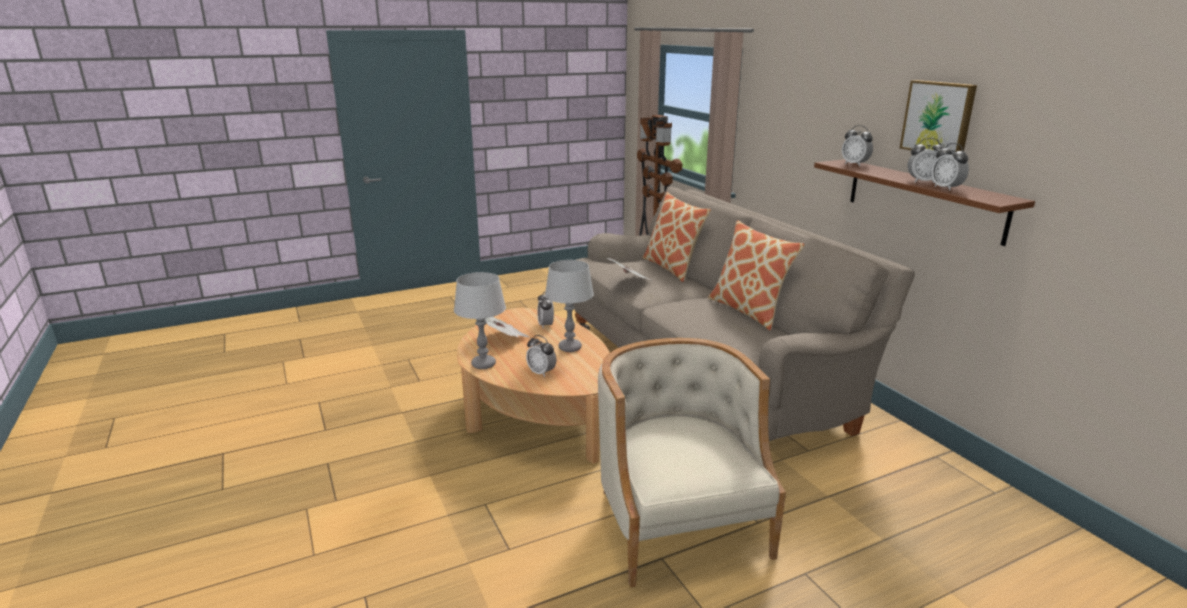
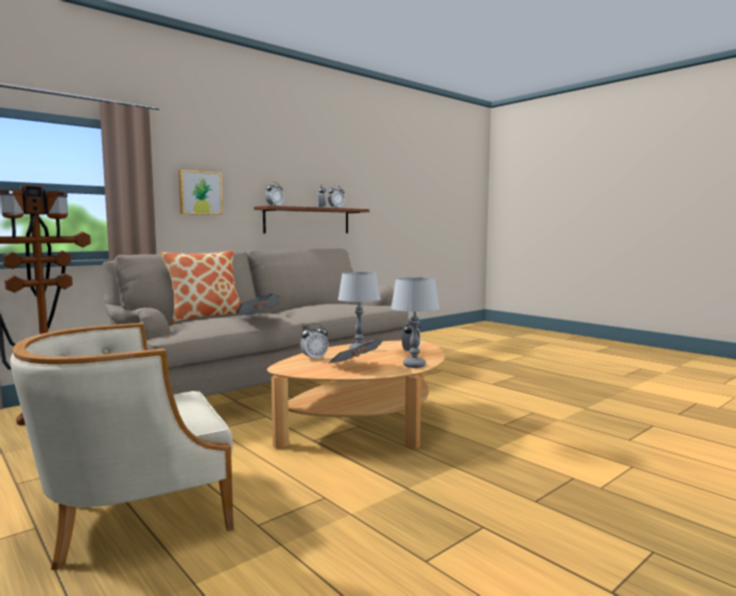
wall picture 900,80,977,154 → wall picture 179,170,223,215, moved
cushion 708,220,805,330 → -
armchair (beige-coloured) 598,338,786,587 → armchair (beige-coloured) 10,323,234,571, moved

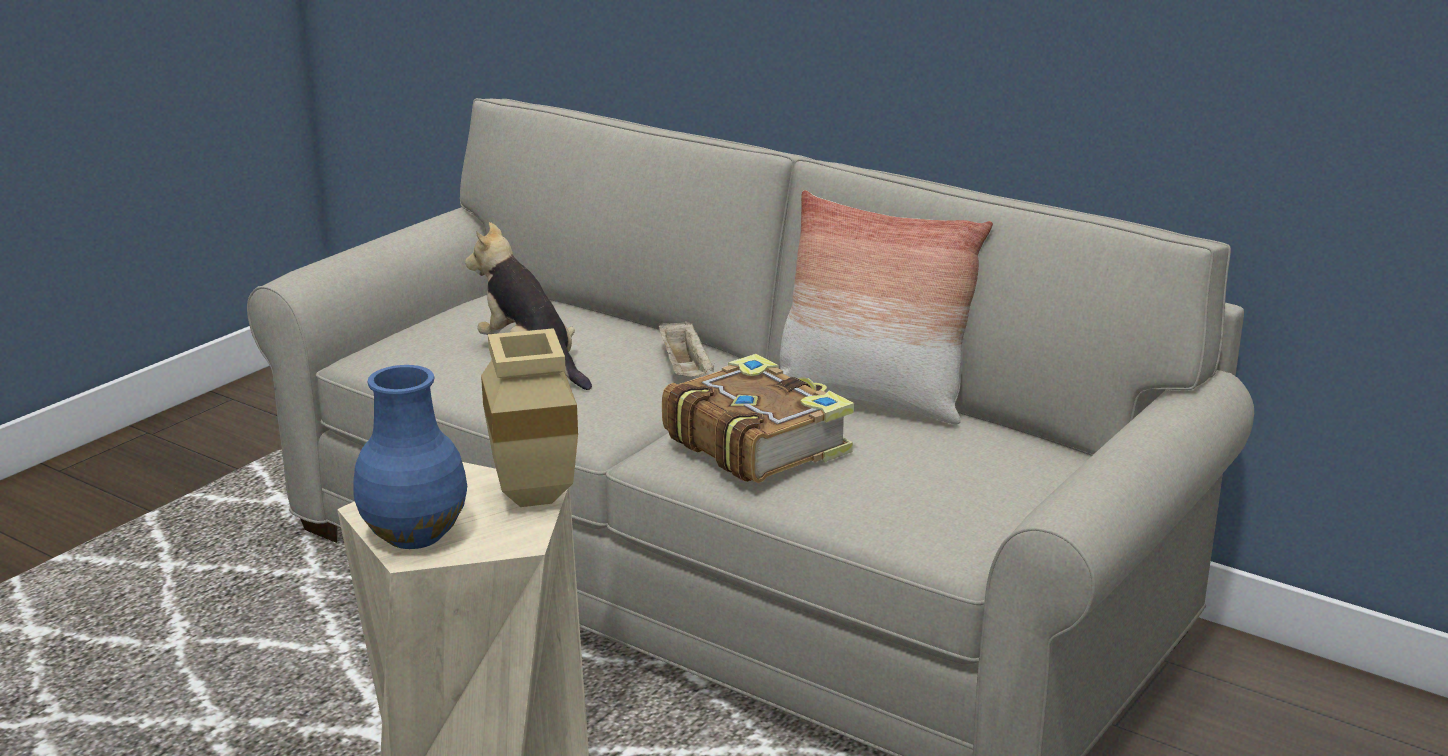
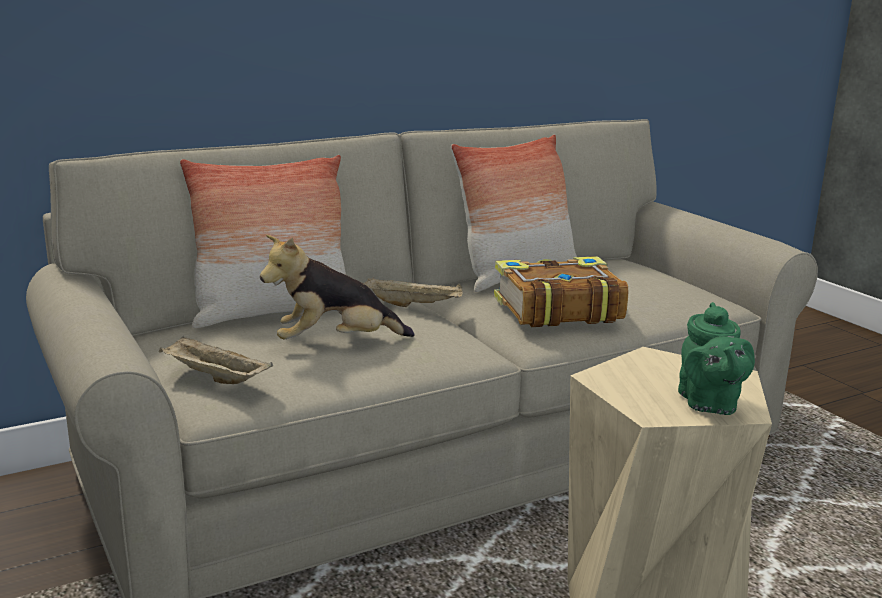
vase (beige-coloured) 481,328,578,507 → -
vase (blue) 353,365,467,549 → teapot (greenish) 678,302,755,415
- → cushion 180,155,346,328
- → tray (beige-coloured) 159,336,273,384

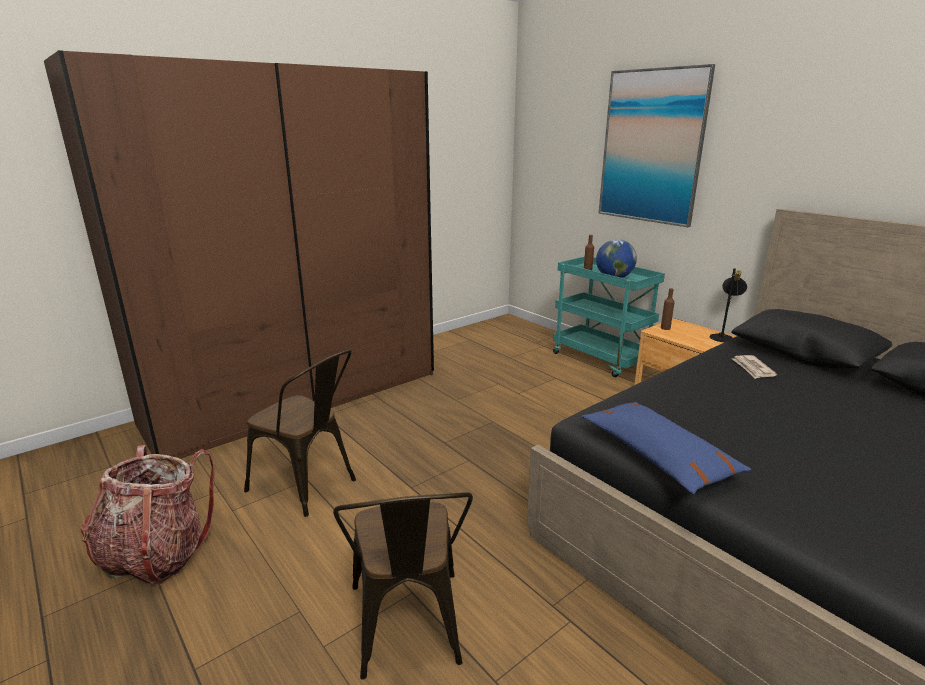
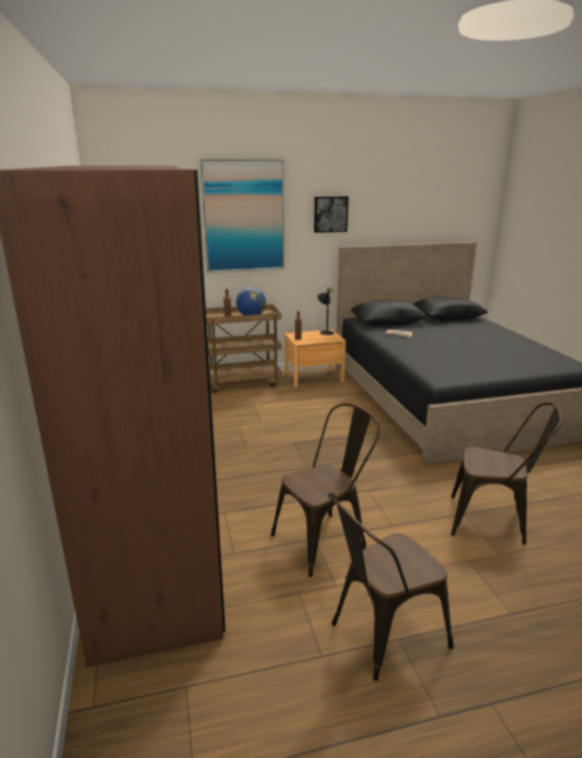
trolley (turquoise) 553,256,665,377 → trolley (brown) 206,304,282,393
cushion (blue) 582,402,752,494 → -
rucksack 80,445,214,585 → upright chair (brown) 328,493,454,681
- → wall picture 314,196,348,233

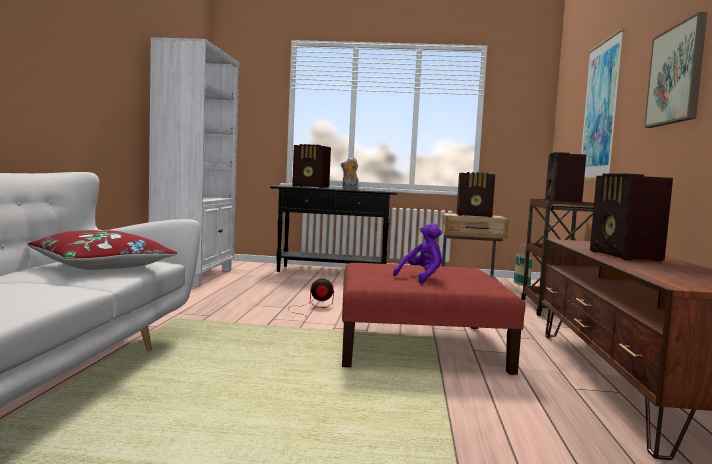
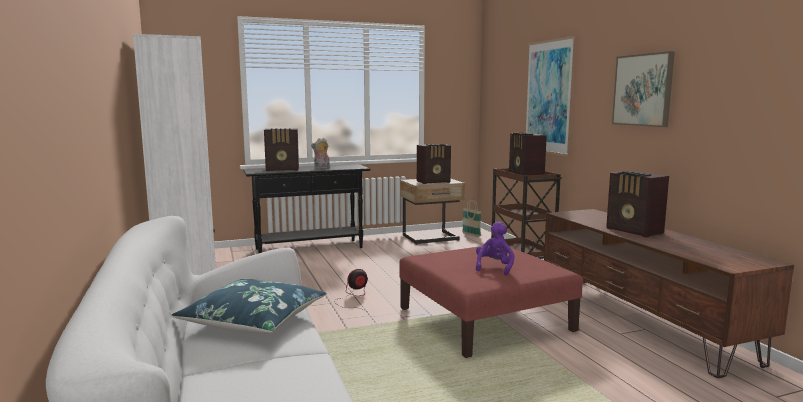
cushion (reddish) 27,230,177,270 → cushion (blue) 172,279,327,334

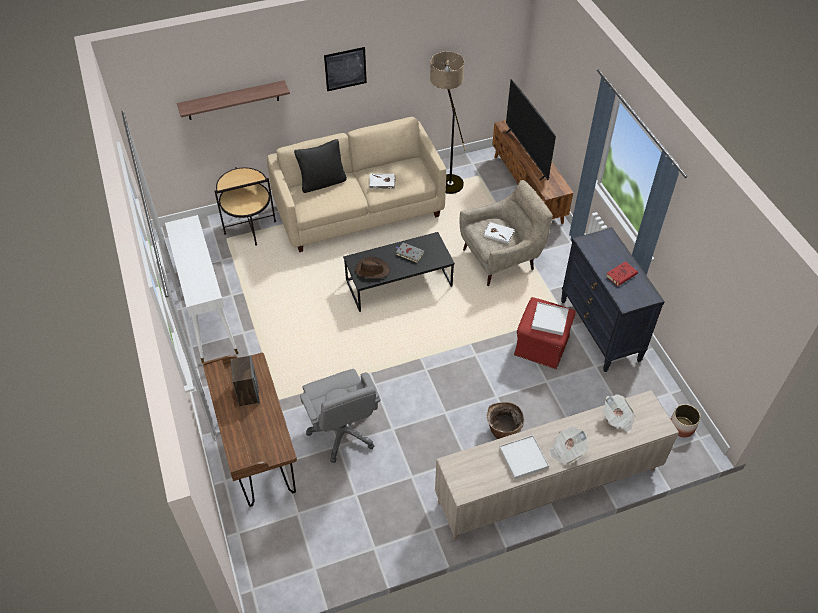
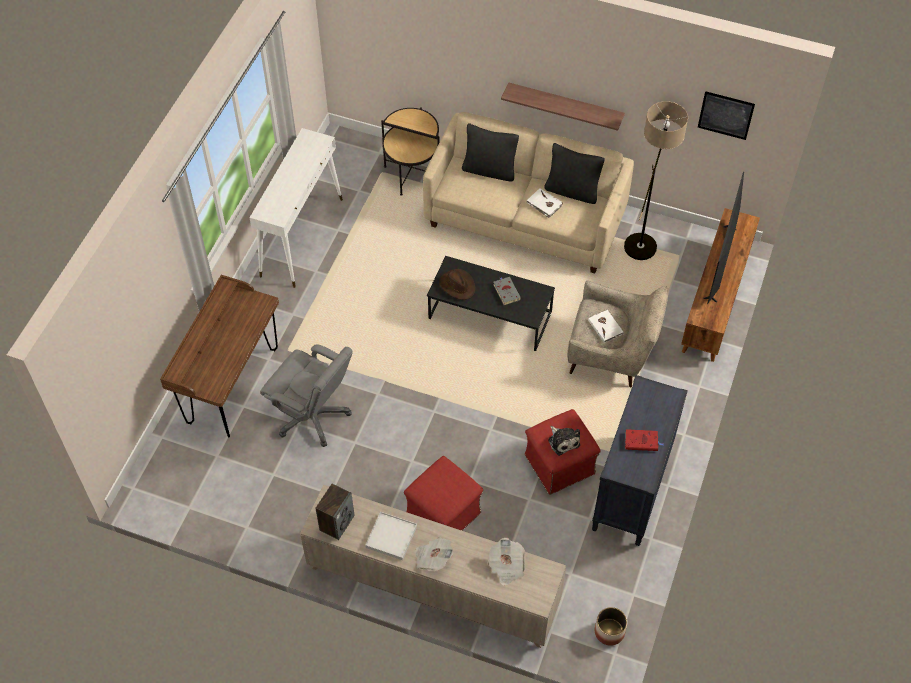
wall picture 324,47,367,91 → wall picture 698,91,755,140, moved
wall shelf 177,80,290,120 → wall shelf 501,82,625,131, moved
tray (whitish) 531,302,569,336 → cuddly toy 548,426,580,456
audio speaker 230,355,260,406 → audio speaker 316,484,354,540, moved
office chair (greyish) 300,369,381,463 → office chair (greyish) 260,344,353,447, 75 degrees counterclockwise
household basket 487,402,524,439 → footrest (reddish) 404,456,483,531
- → cushion (black) 544,143,605,204

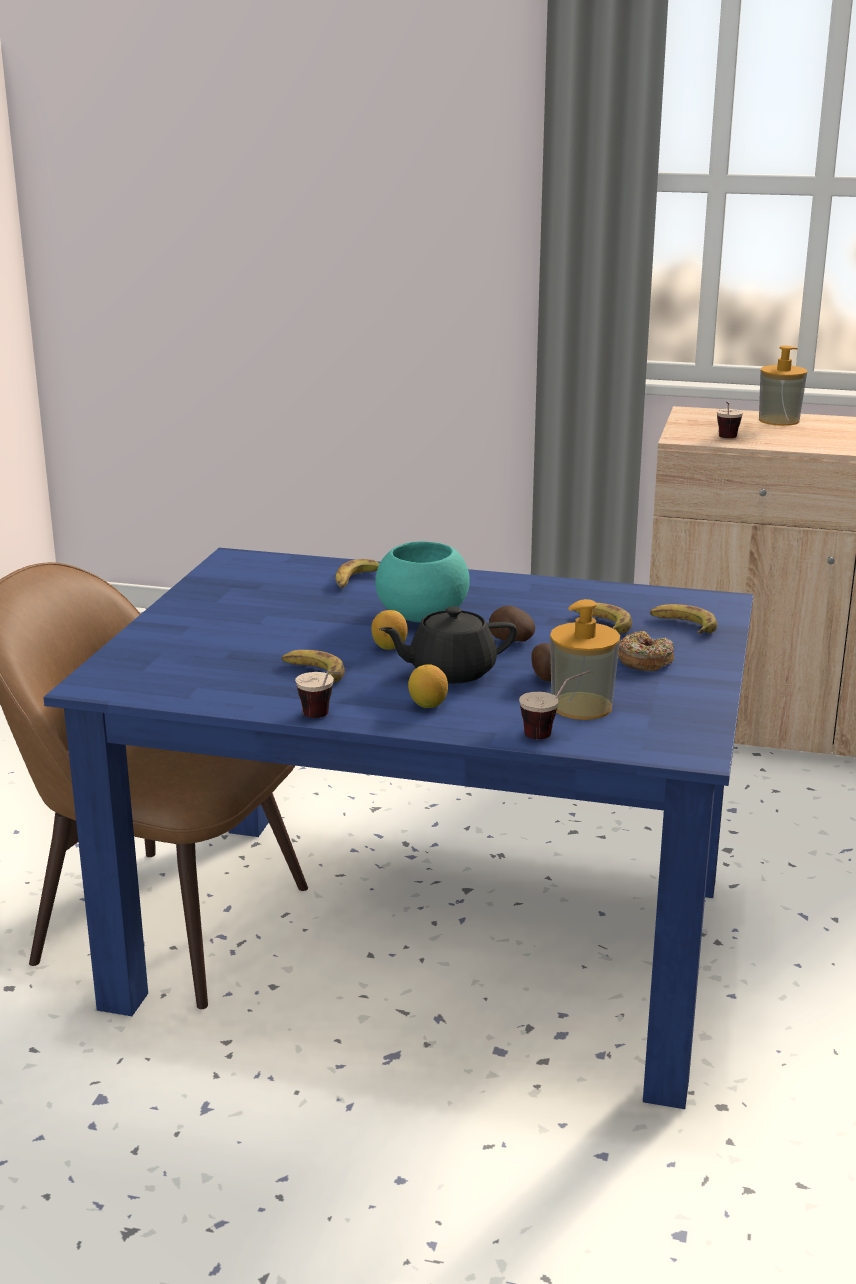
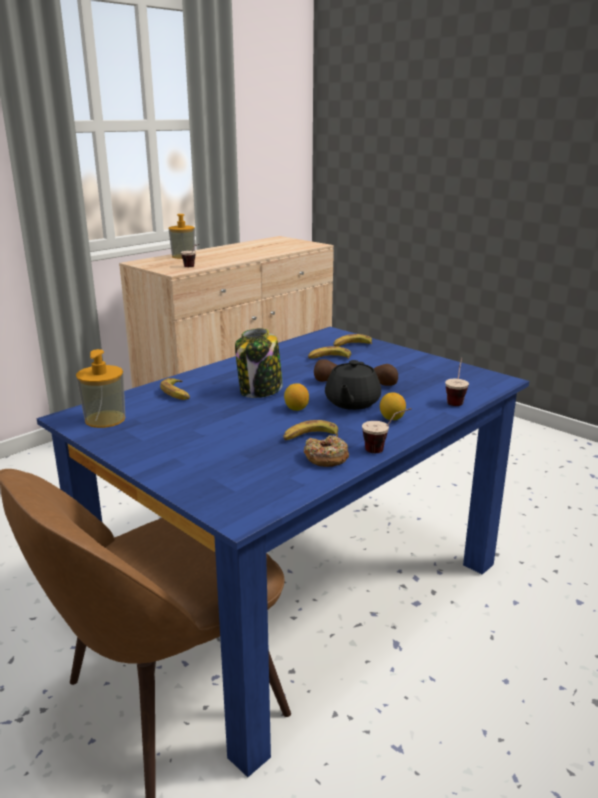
serving bowl (turquoise) 375,541,470,623 → storage jar 235,328,283,398
soap bottle 550,599,620,720 → soap bottle 76,349,125,428, moved
doughnut 618,631,674,671 → doughnut 304,435,349,467, moved

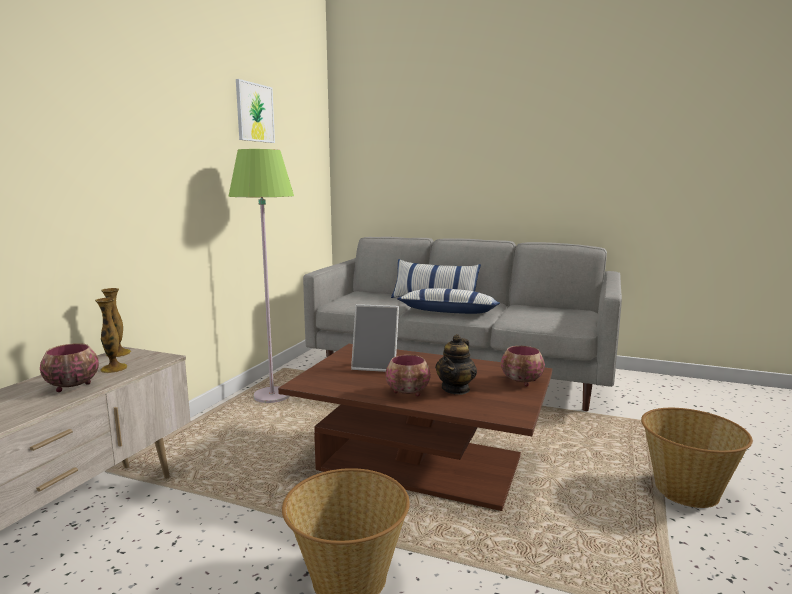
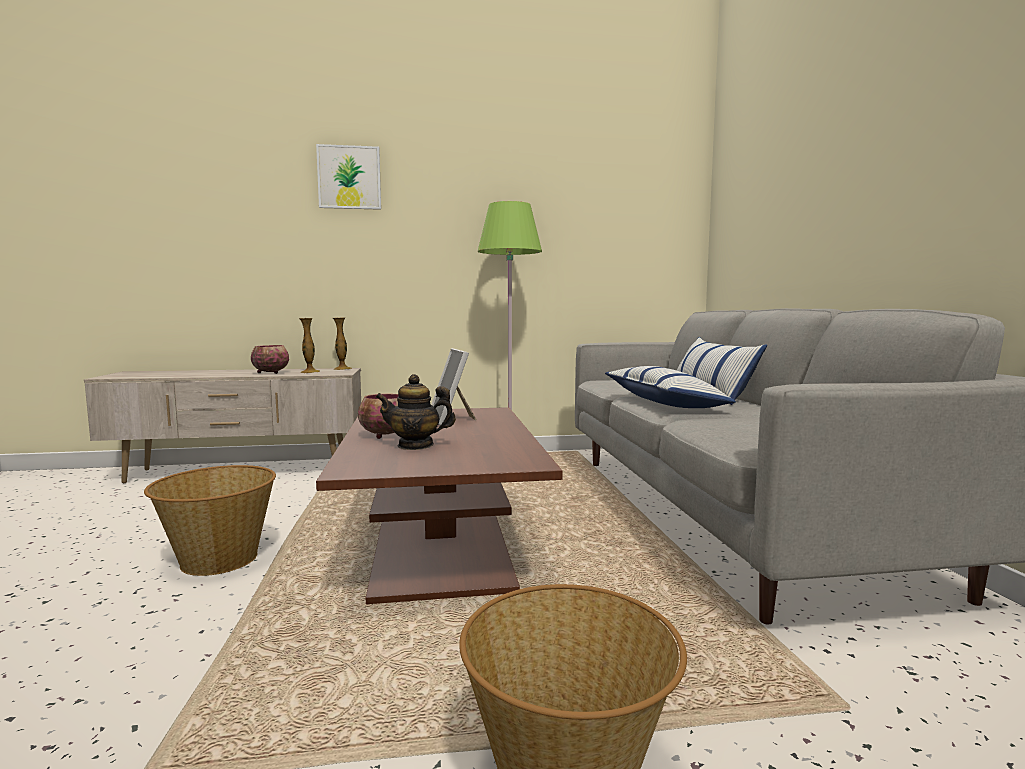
wall picture 236,79,275,143 → wall picture 316,144,381,210, moved
serving bowl 501,346,545,386 → -

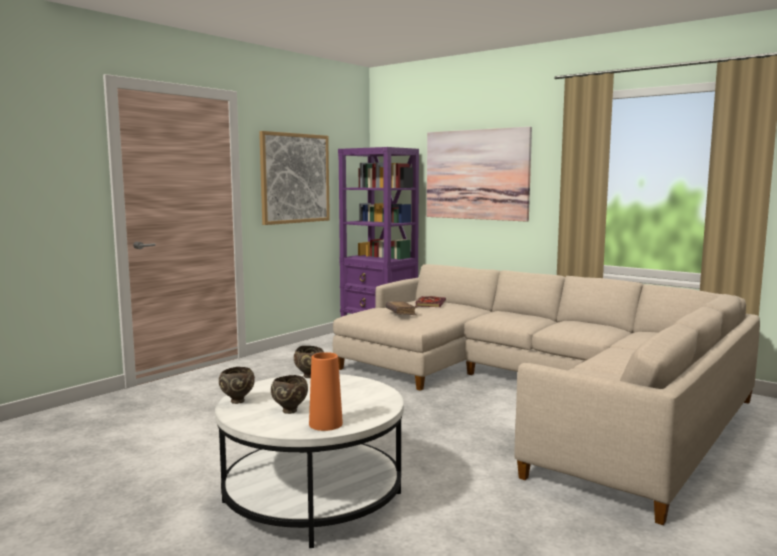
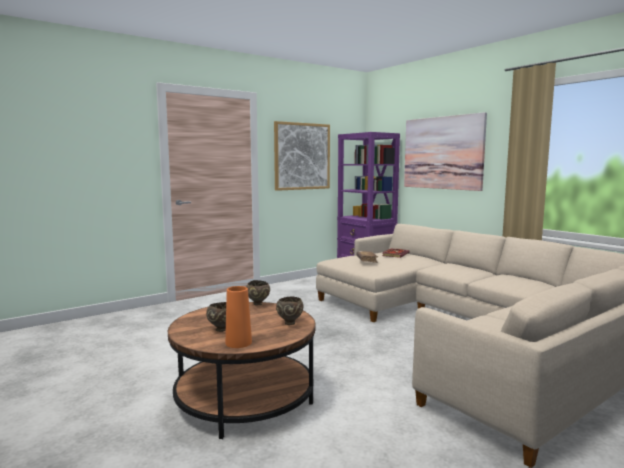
serving bowl (brown) 219,367,255,404 → serving bowl (brown) 276,296,303,325, moved
coffee table (whitish) 215,374,404,548 → coffee table (brown) 168,302,315,439

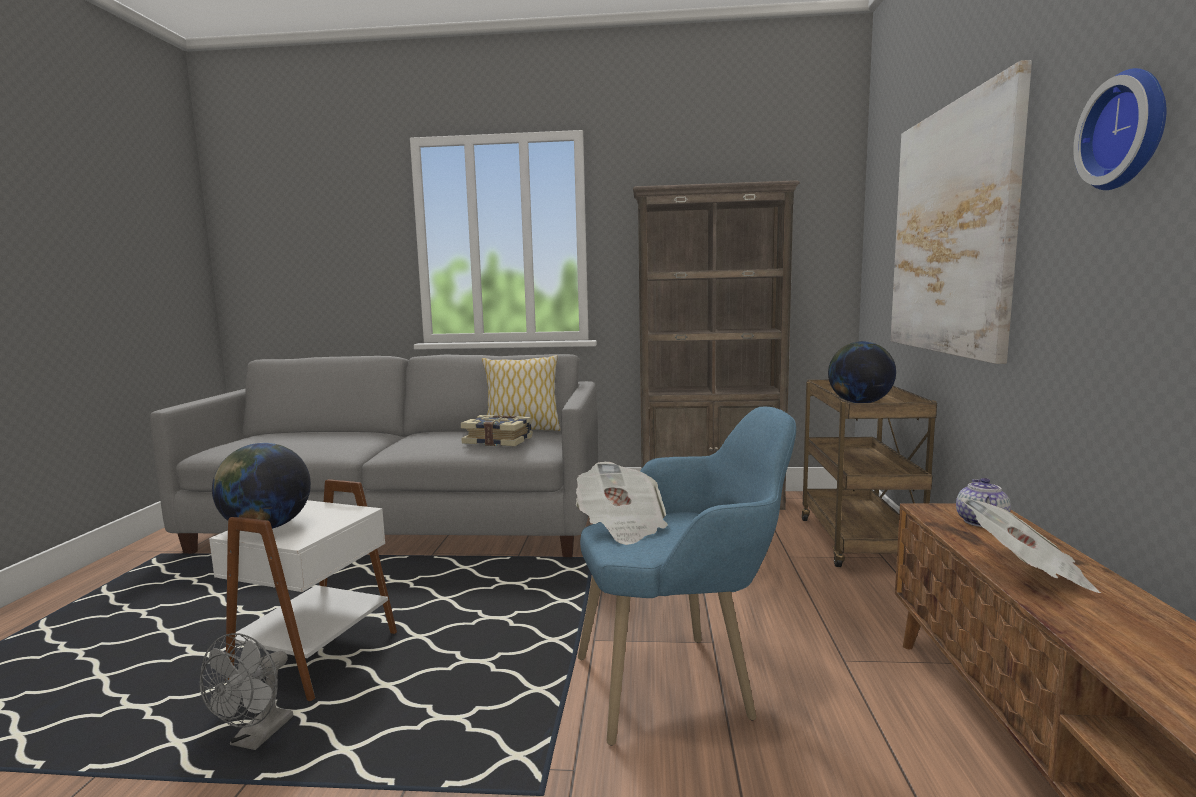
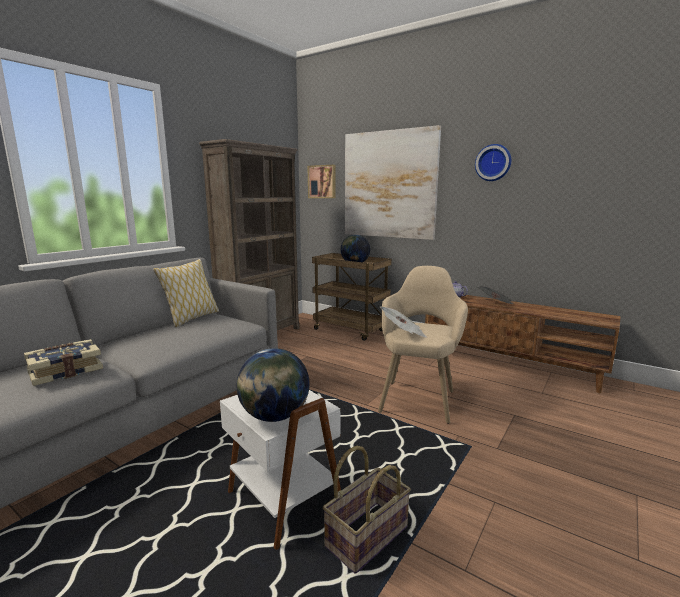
armchair (blue) 578,407,796,746 → armchair (beige-coloured) 378,266,468,424
book 461,415,533,446 → book 24,339,103,386, moved
fan (greyish) 200,633,293,750 → household basket 323,446,411,574
- → wall picture 308,165,335,198

